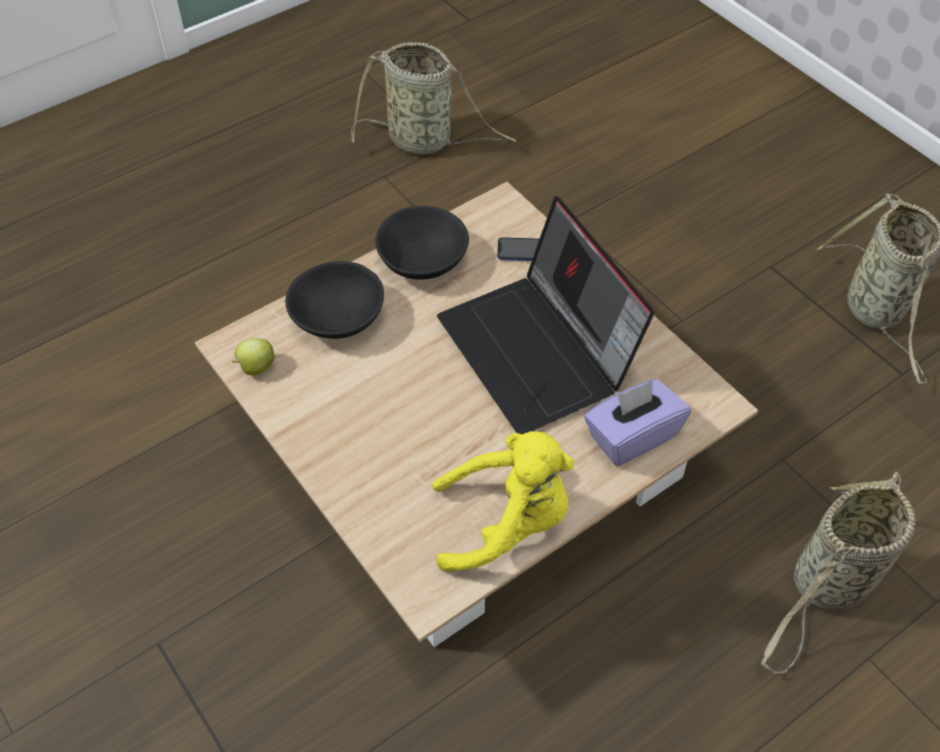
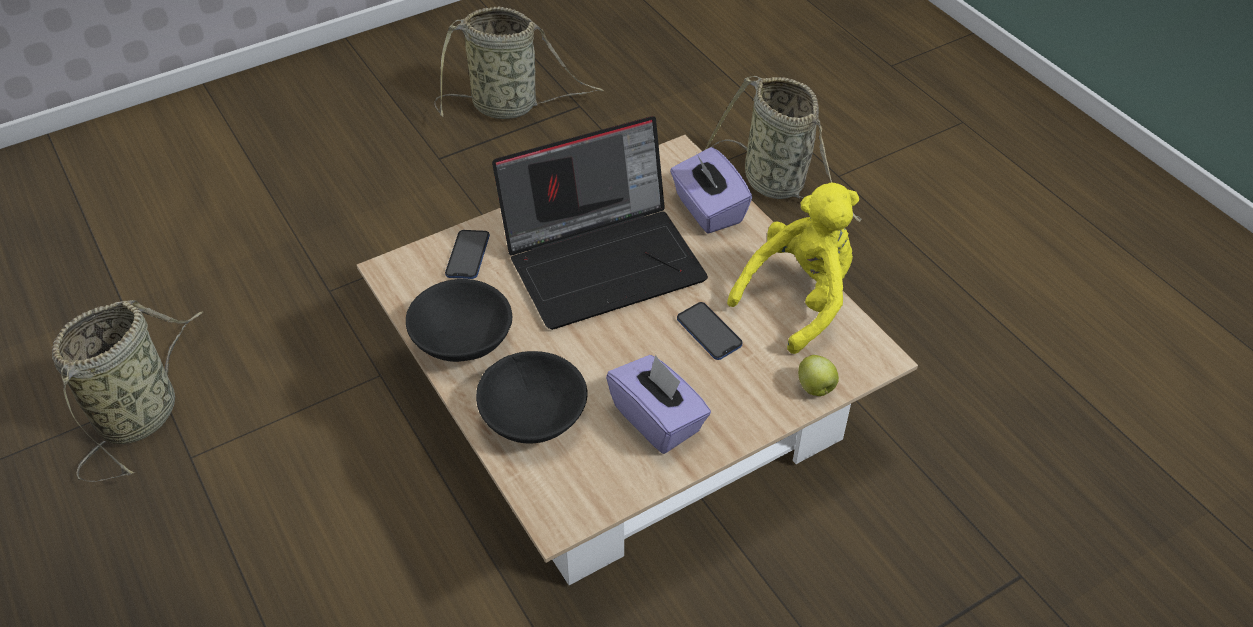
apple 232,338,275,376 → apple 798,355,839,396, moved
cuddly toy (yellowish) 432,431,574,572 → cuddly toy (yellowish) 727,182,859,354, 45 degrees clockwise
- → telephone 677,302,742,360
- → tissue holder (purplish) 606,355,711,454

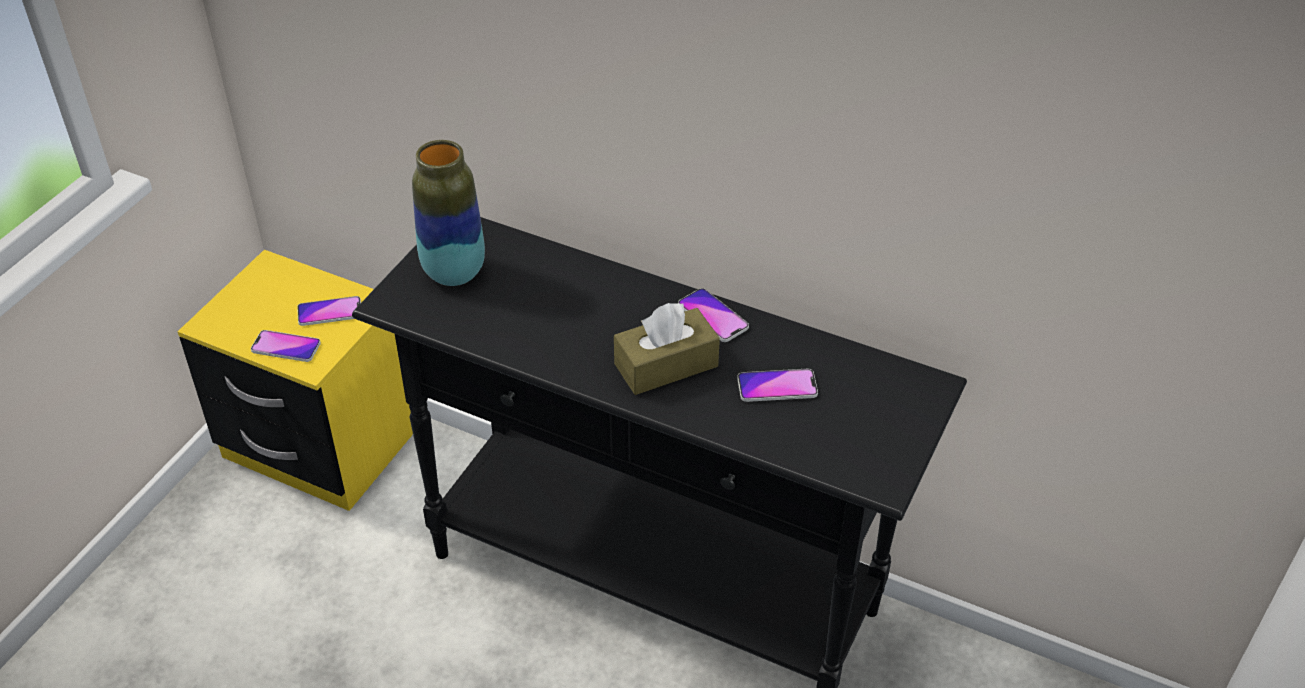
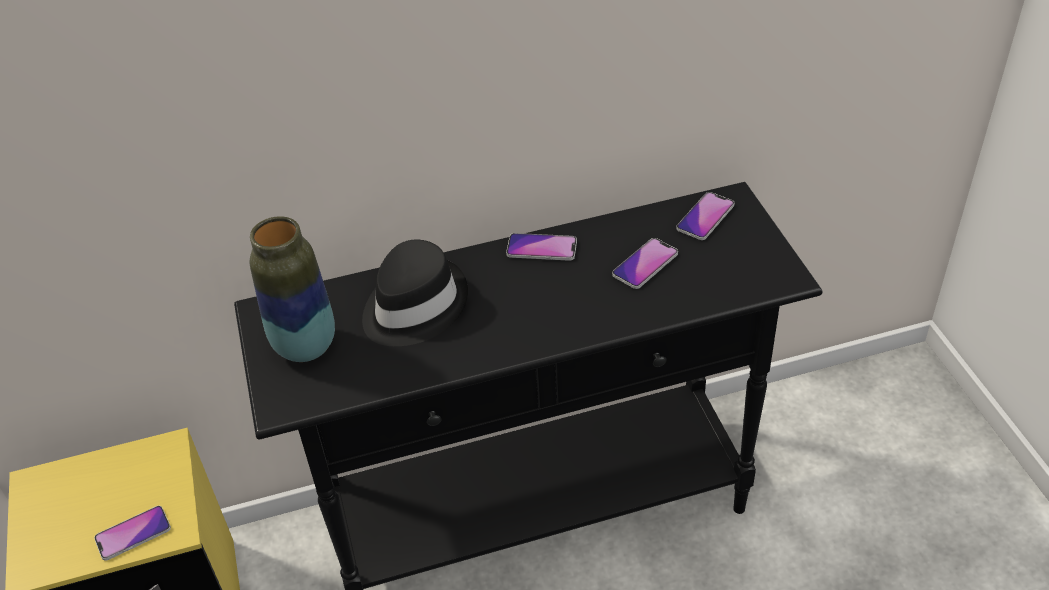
telephone 297,296,361,326 → telephone 676,192,735,240, moved
tissue holder (brown) 614,303,720,395 → -
- → clothing hat (black) 362,240,468,346

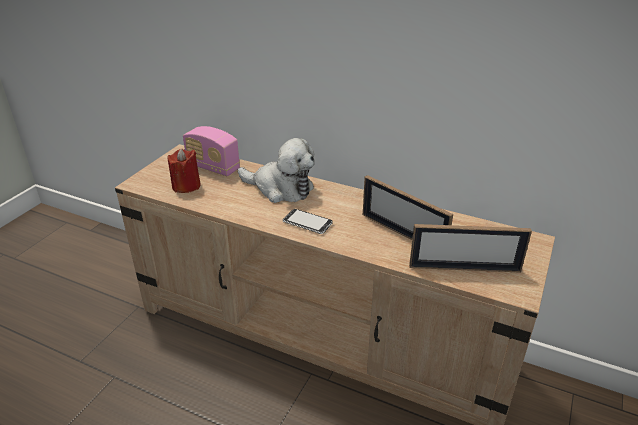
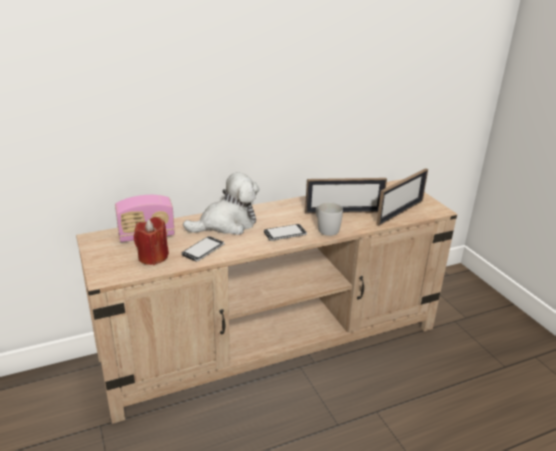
- → tea mug (whitish) 316,202,343,236
- → telephone 182,236,224,262

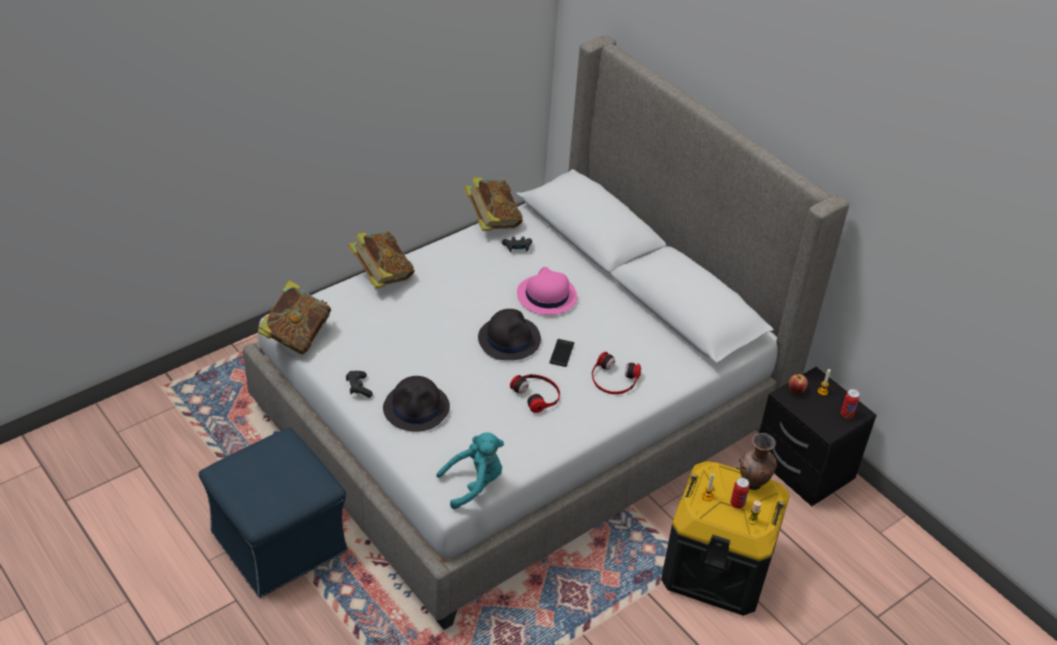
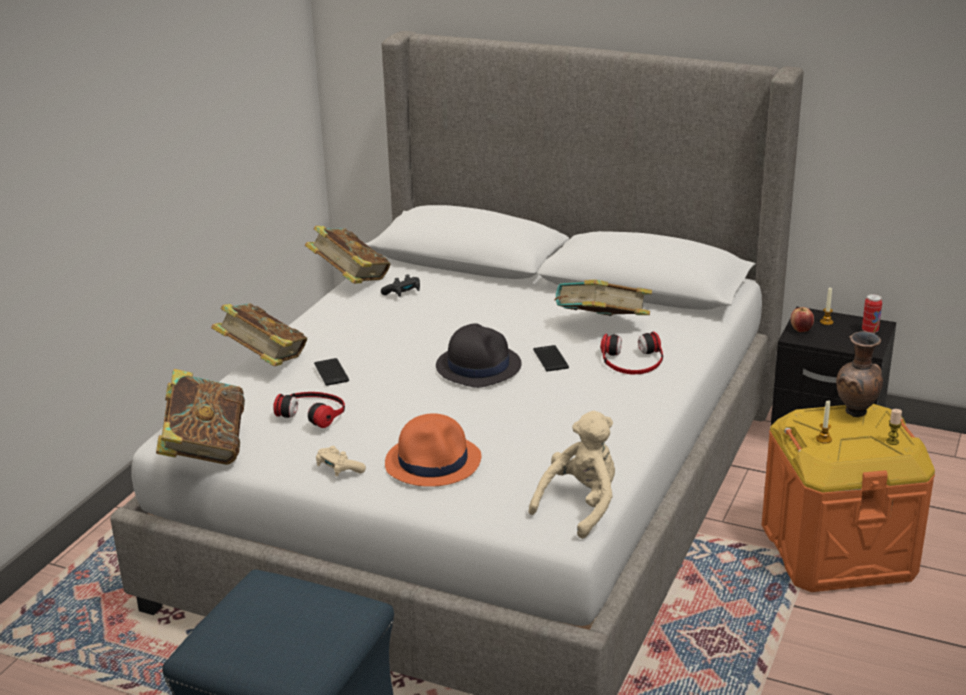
clothing hat (pink) 517,267,577,315 → -
gamepad (black) 346,371,373,398 → gamepad (beige-coloured) 316,446,366,477
headphones 510,374,560,413 → headphones 273,392,345,428, moved
clothing hat (black) 383,376,450,432 → clothing hat (orangey) 385,413,481,487
cuddly toy (turquoise) 436,432,504,509 → cuddly toy (beige-coloured) 529,411,615,539
storage bin (black) 661,461,790,616 → storage bin (orangey) 762,404,935,592
can 730,477,750,509 → -
- → book 554,280,652,316
- → telephone 314,358,349,386

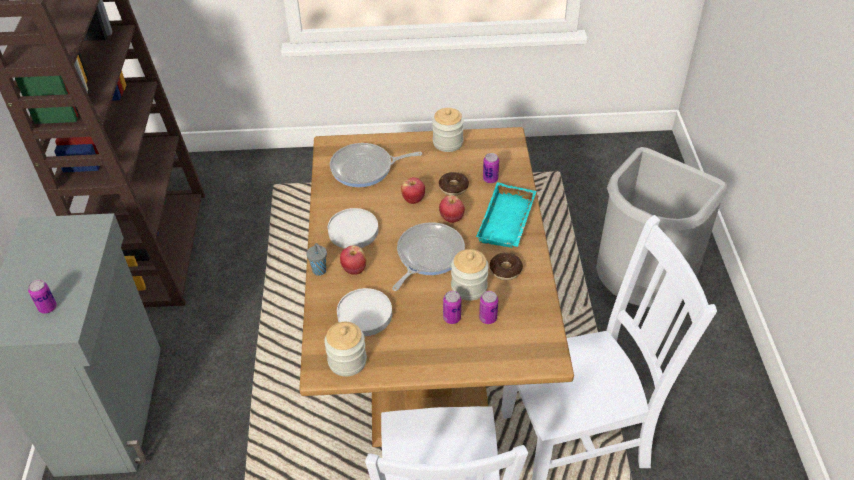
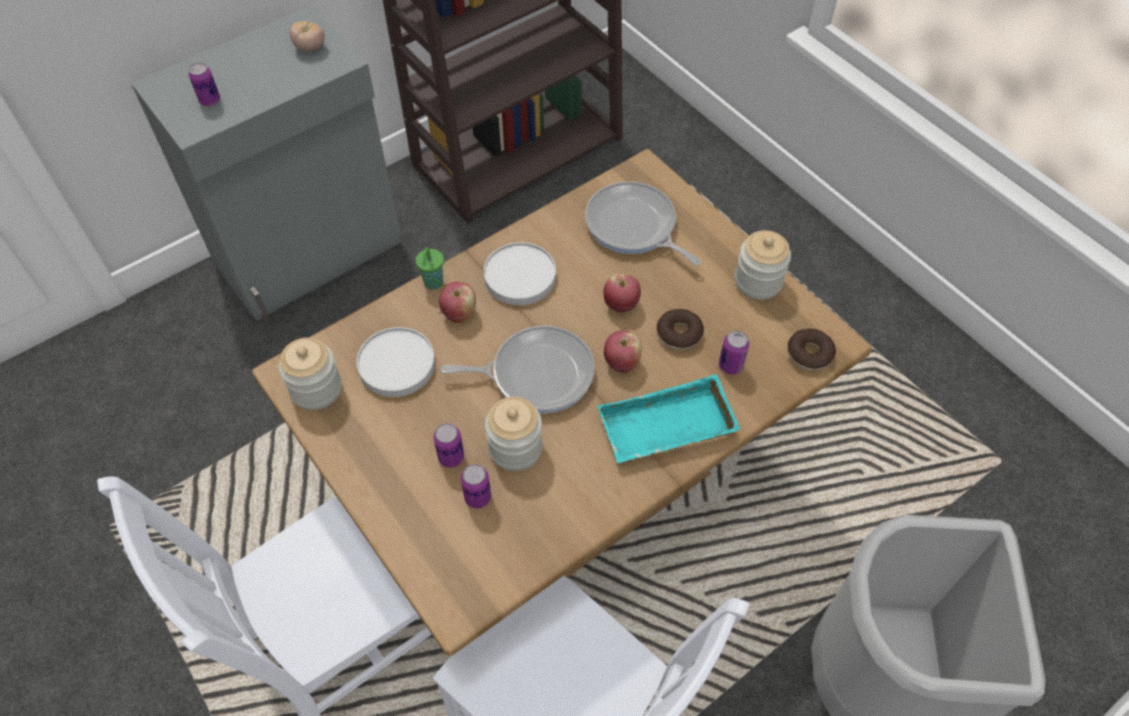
drinking cup (greyish) 306,243,327,276 → drinking cup (greenish) 415,247,444,290
doughnut 490,253,523,280 → doughnut 787,329,836,371, moved
- → fresh tomato 289,21,325,52

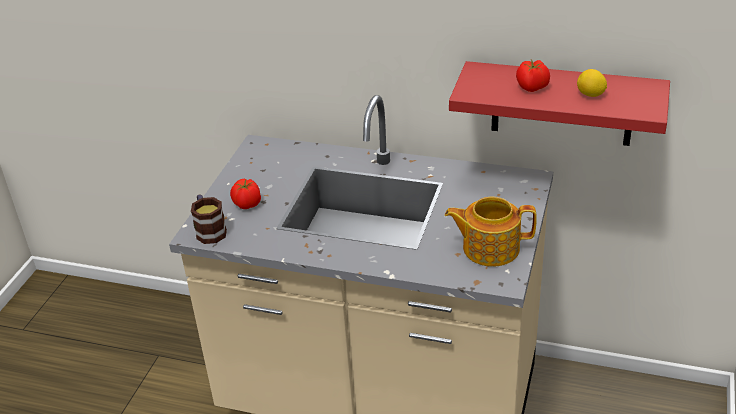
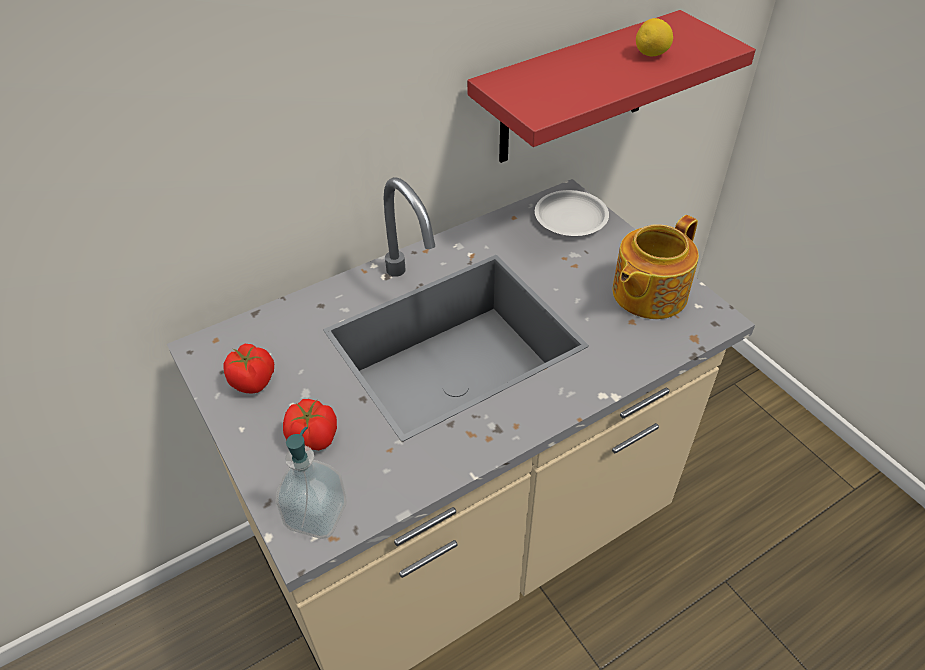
fresh tomato 516,60,550,92 → fresh tomato 223,344,274,393, moved
tea mug 191,194,227,244 → soap bottle 276,427,347,539
- → plate (whitish) 535,190,609,236

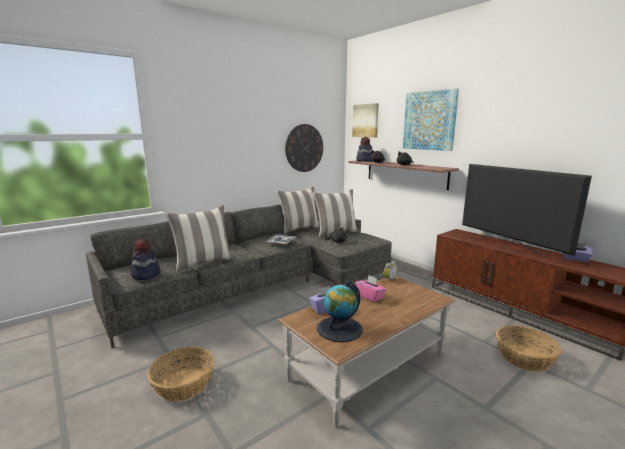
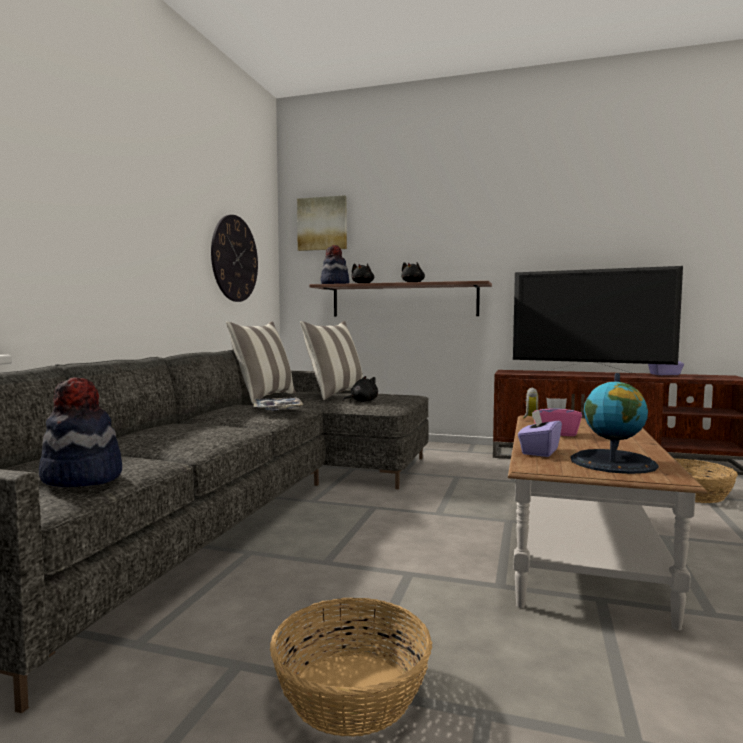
wall picture 403,88,459,151 → -
cushion 165,205,234,272 → -

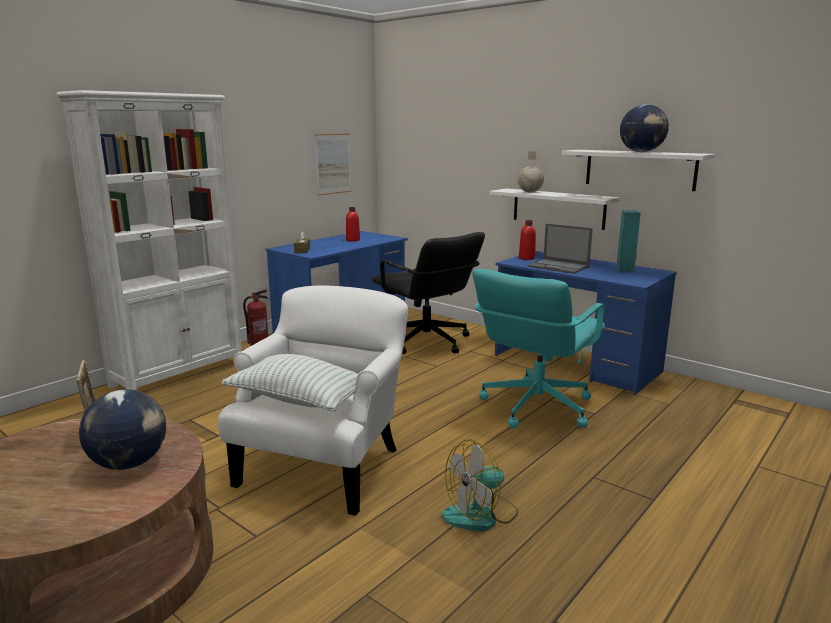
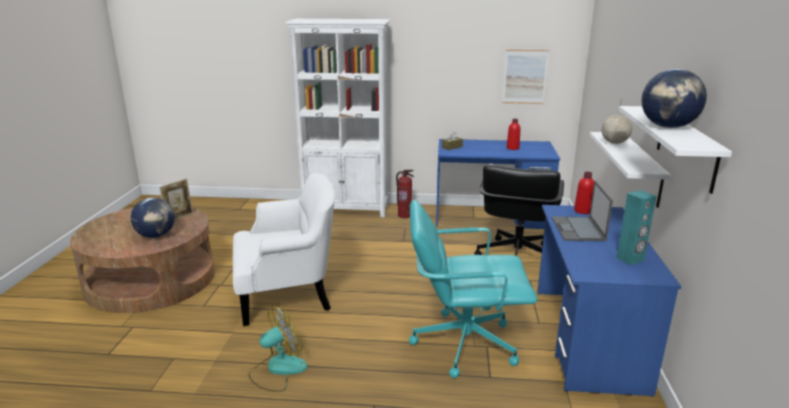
cushion 221,354,358,412 → -
fan 441,439,518,531 → fan 248,306,308,392, 120 degrees clockwise

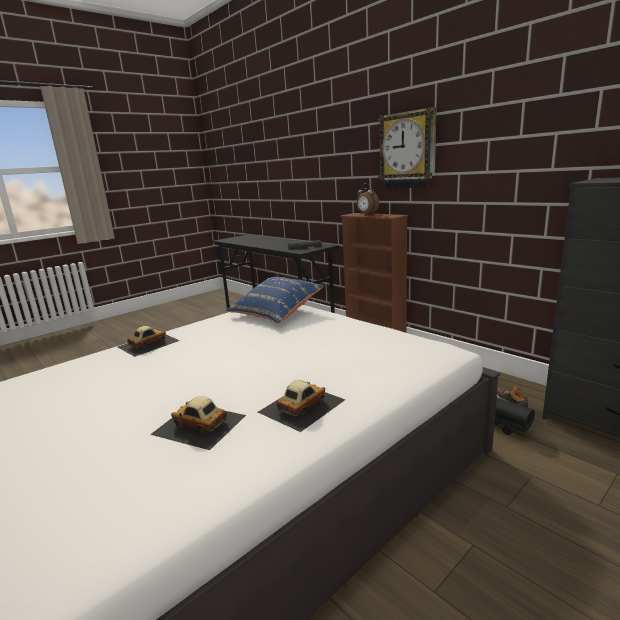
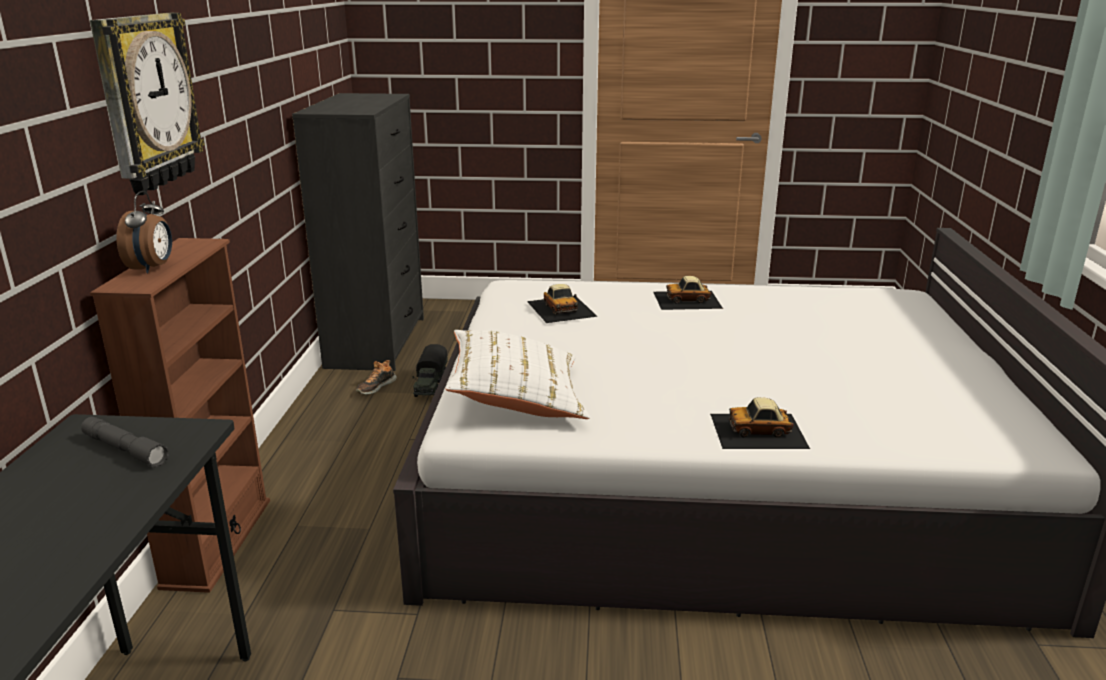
cushion (blue) 226,277,324,324 → cushion (whitish) 446,330,590,419
toy car 150,396,246,450 → toy car 527,284,598,323, moved

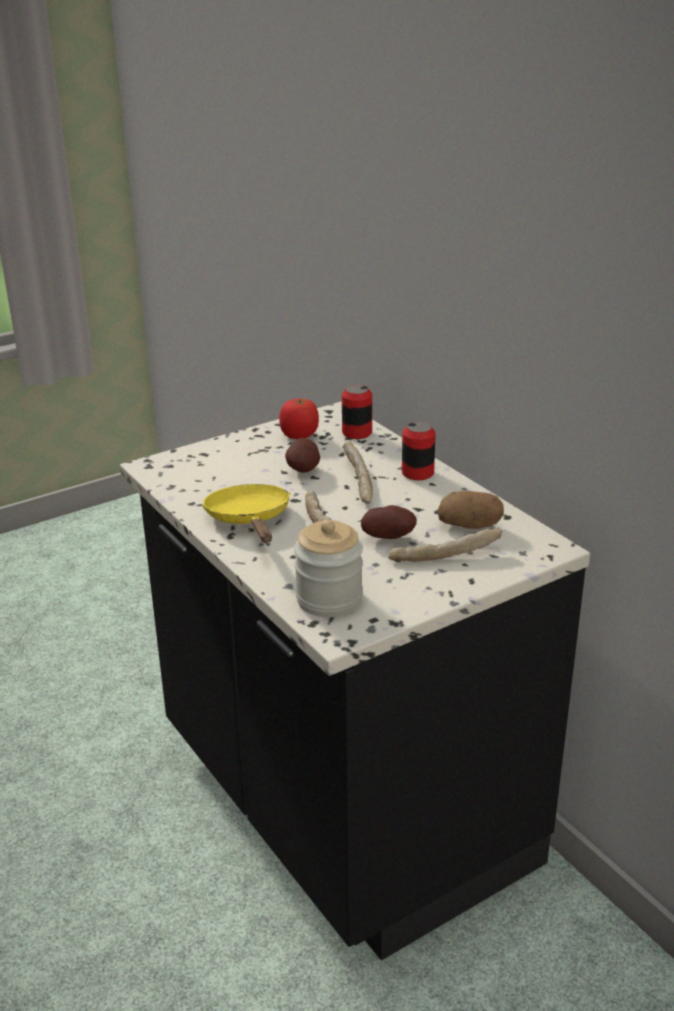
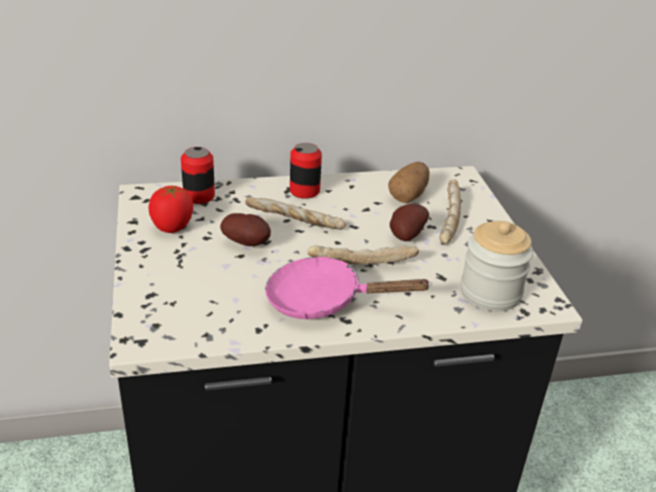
frying pan (yellowish) 202,484,290,543 → frying pan (pink) 265,256,432,320

